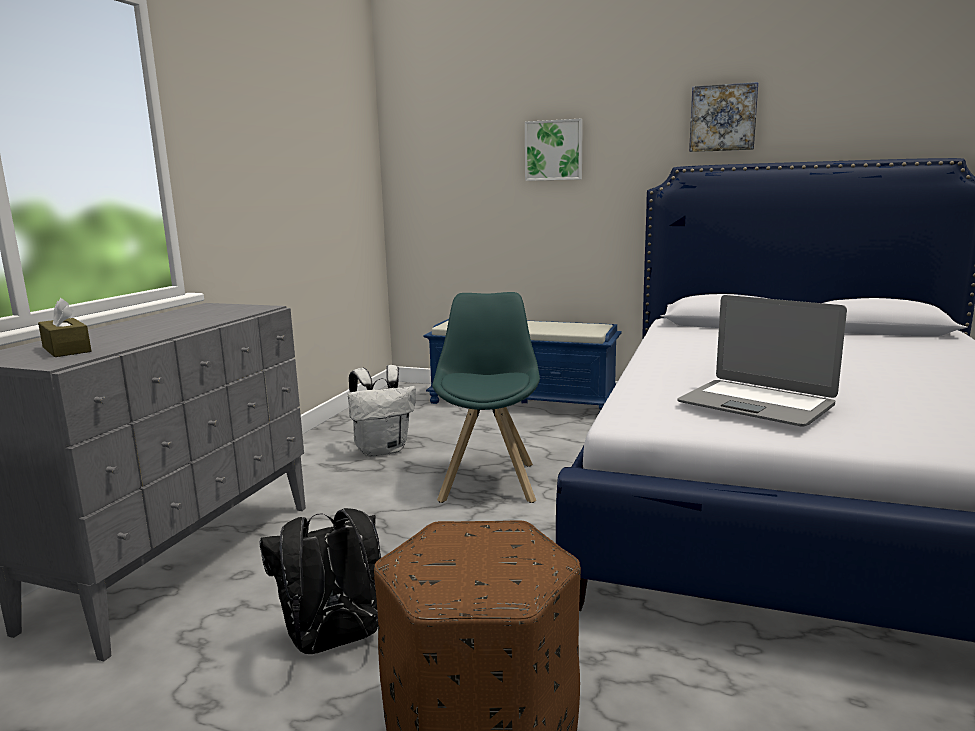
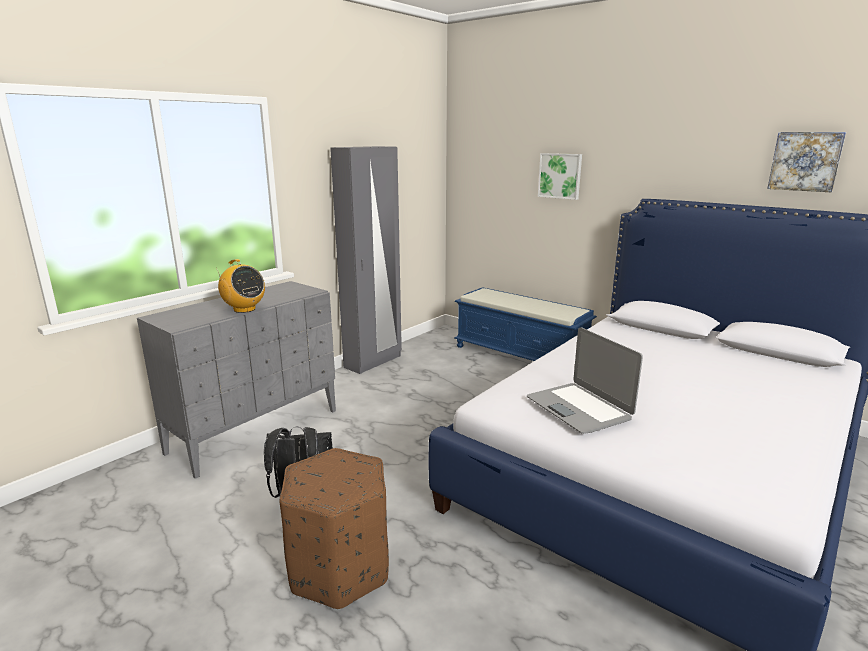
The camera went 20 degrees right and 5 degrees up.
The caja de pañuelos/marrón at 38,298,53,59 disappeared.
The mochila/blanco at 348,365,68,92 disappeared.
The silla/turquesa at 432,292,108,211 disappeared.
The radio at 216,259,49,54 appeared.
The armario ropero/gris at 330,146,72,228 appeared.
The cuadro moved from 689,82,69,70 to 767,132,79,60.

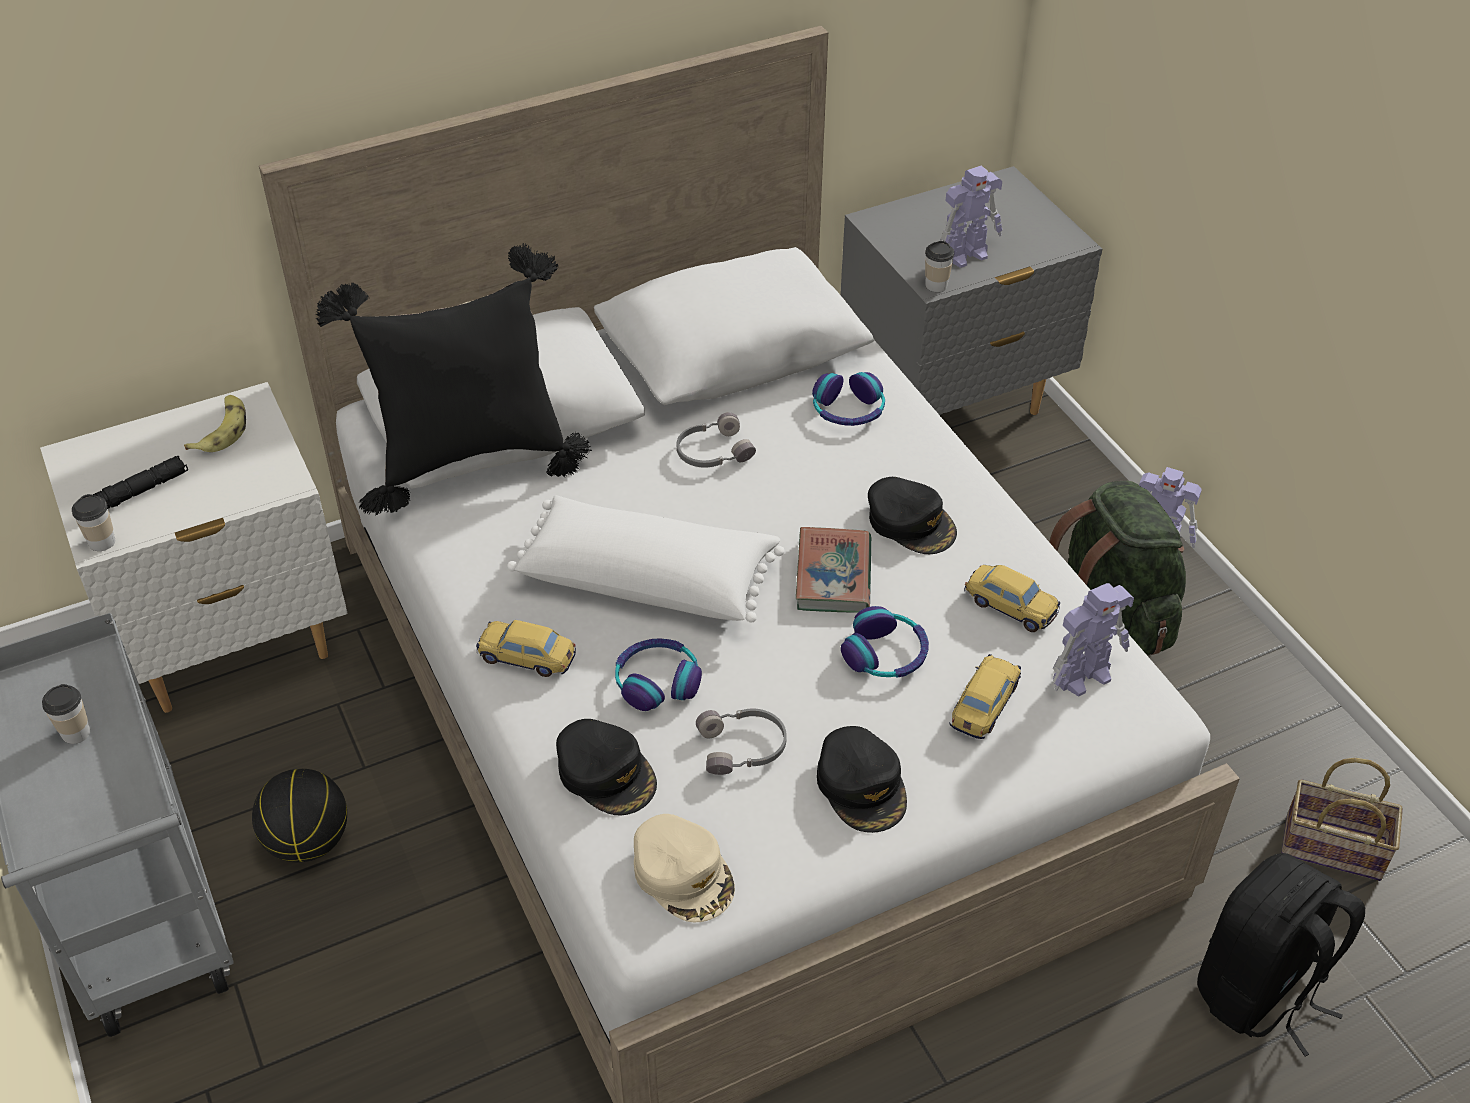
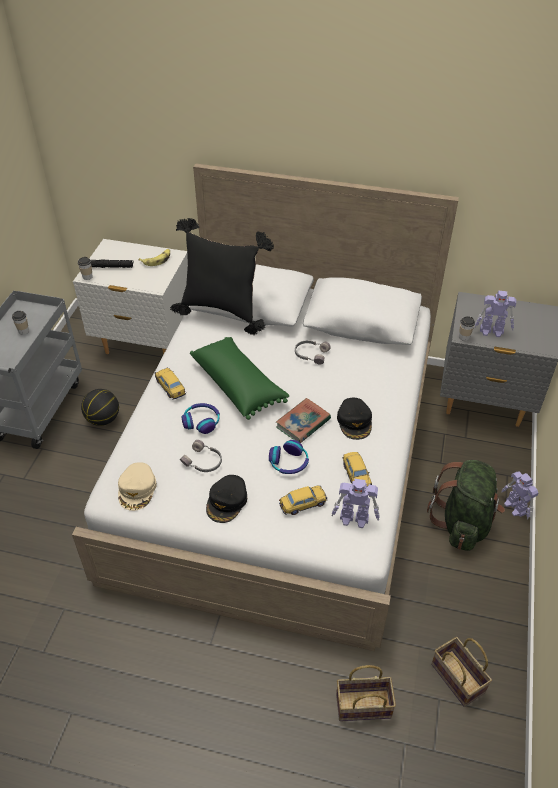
The camera went 40 degrees right and 0 degrees up.
The gorra/negro at 556,719,101,96 disappeared.
The auriculares at 812,372,73,54 disappeared.
The mochila/negro at 1197,853,168,204 was replaced by the cesta at 336,665,60,56.
The cojín/blanco at 507,495,278,128 became the cojín/verde at 190,337,99,83.

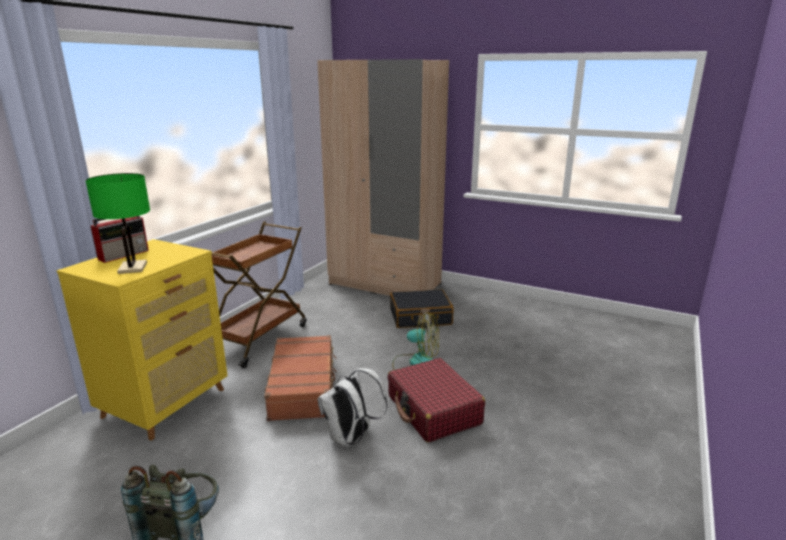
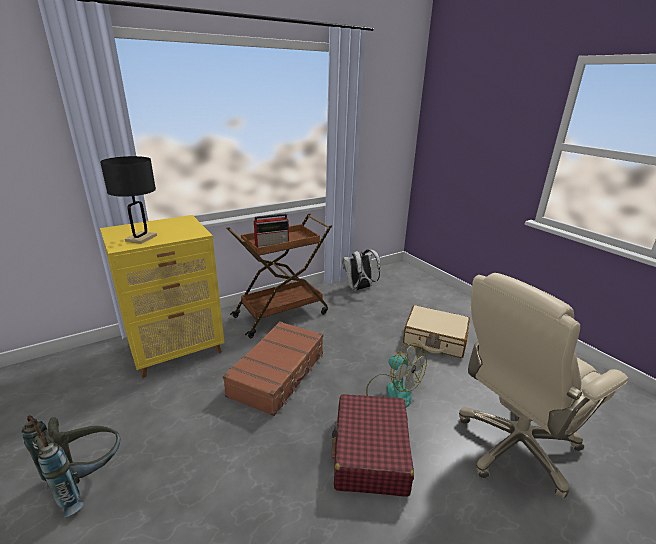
The camera went 30 degrees right and 5 degrees up.
The armario ropero/beis at 317,59,132,237 disappeared.
The silla de oficina/beis at 459,273,169,226 appeared.
The radio moved from 91,216,58,47 to 254,214,35,34.
The mochila/blanco moved from 317,368,71,79 to 342,249,38,42.
The lámpara de mesa/verde at 85,173,65,101 became the lámpara de mesa/negro at 100,156,57,88.
The maleta/negro at 390,289,64,39 became the maleta/beis at 403,305,67,53.

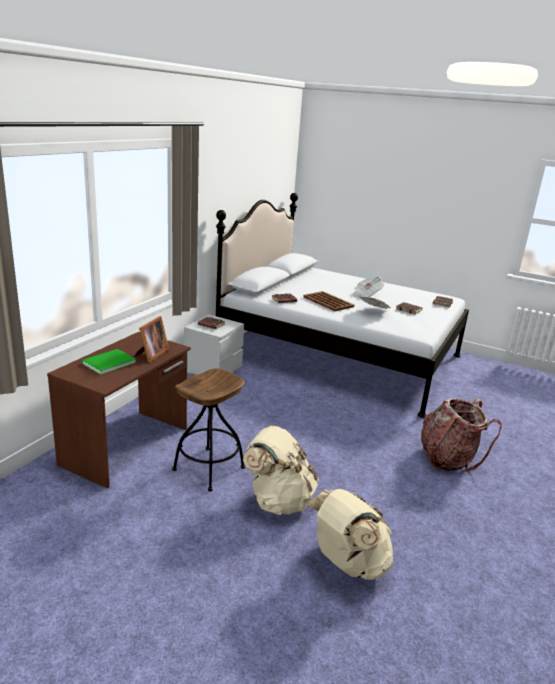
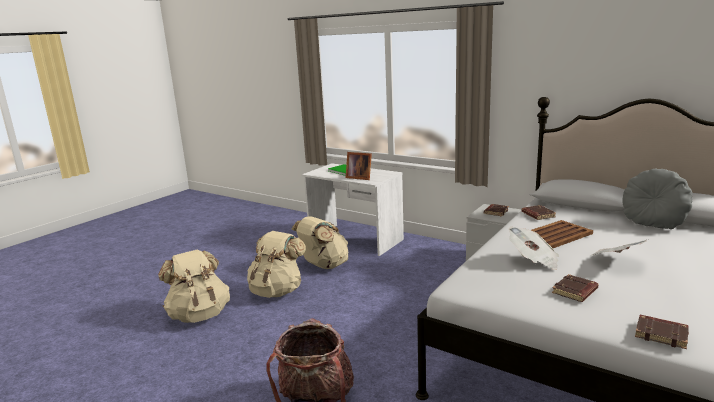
The camera went 100 degrees right and 5 degrees down.
The cojín/gris at 623,169,69,60 appeared.
The taburete/marrón at 172,368,73,124 was replaced by the mochila/beis at 291,216,57,53.
The escritorio/marrón at 47,332,144,156 became the escritorio/blanco at 302,163,102,93.

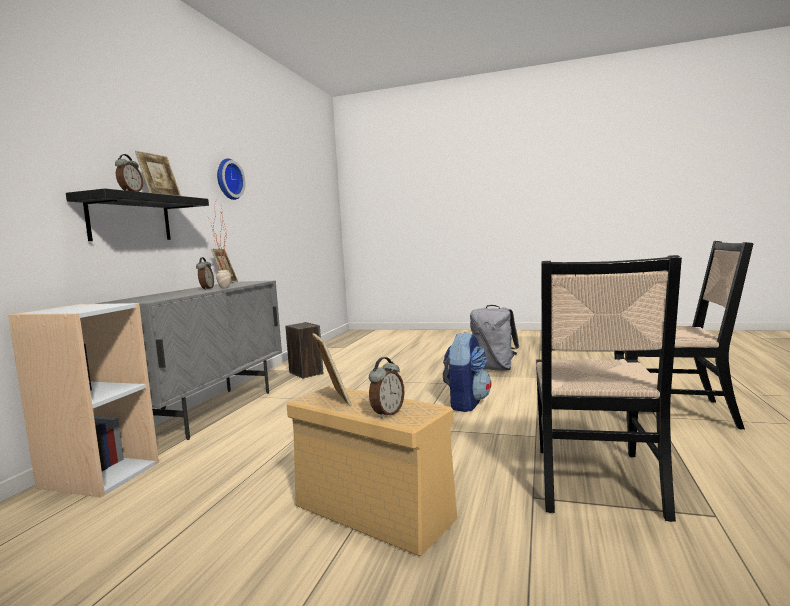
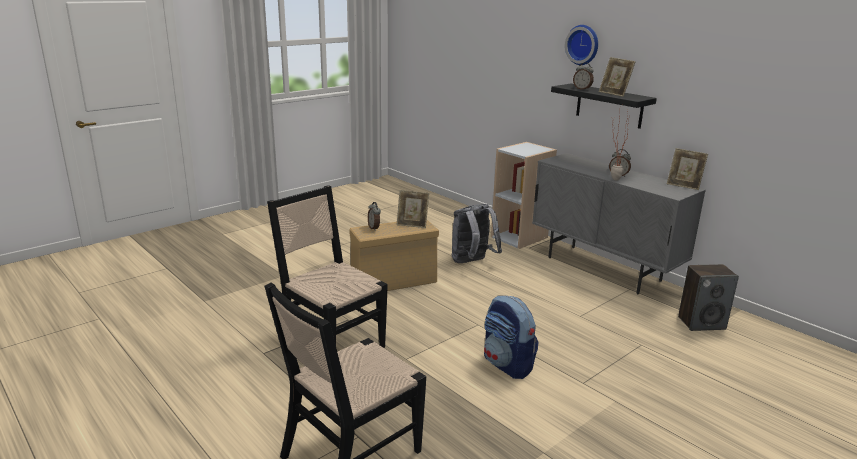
The camera went 120 degrees right and 15 degrees up.
The reloj de pared moved from 217,158,28,42 to 565,25,33,40.
The mochila/gris moved from 470,305,49,66 to 452,204,50,59.

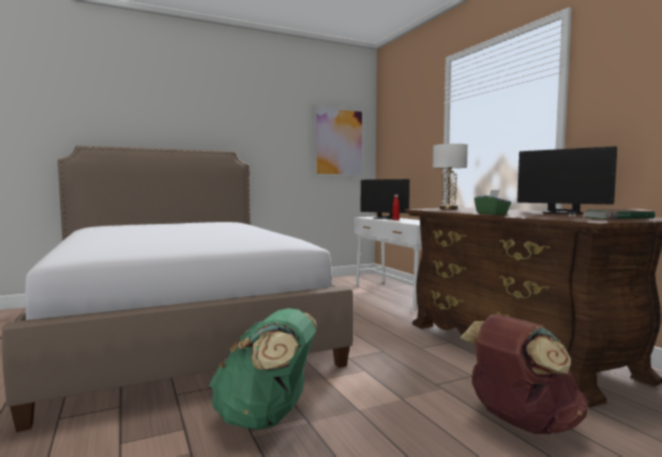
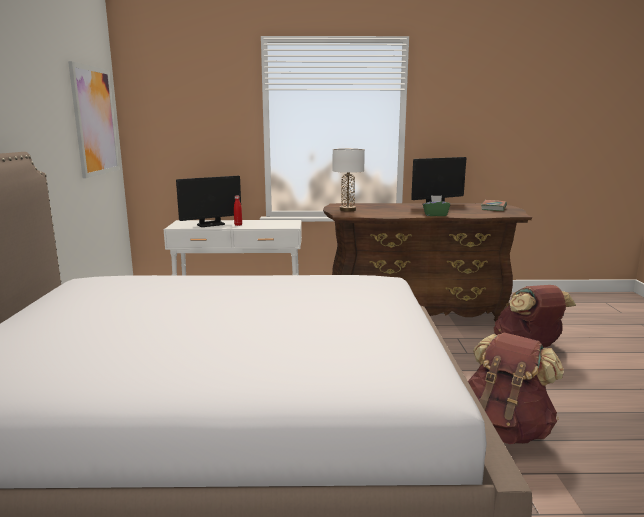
The camera went 65 degrees left and 10 degrees up.
The mochila/verde at 209,308,108,122 became the mochila/marrón at 468,333,96,111.

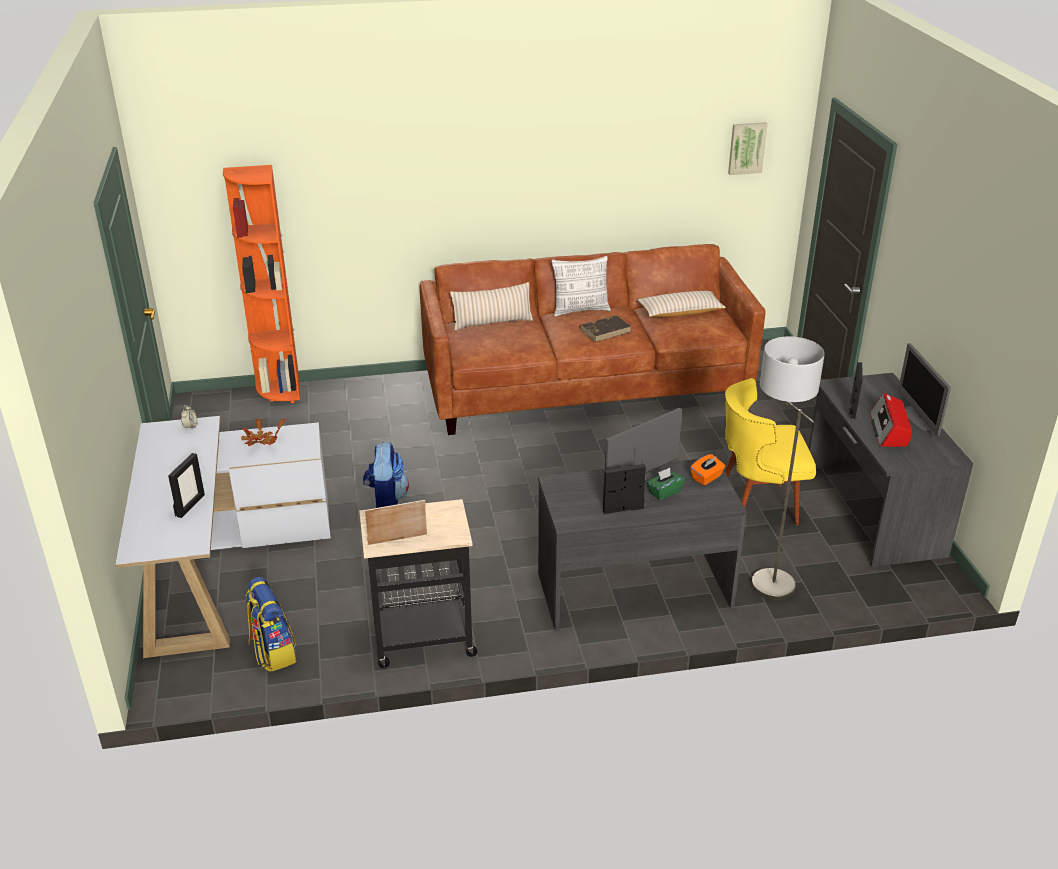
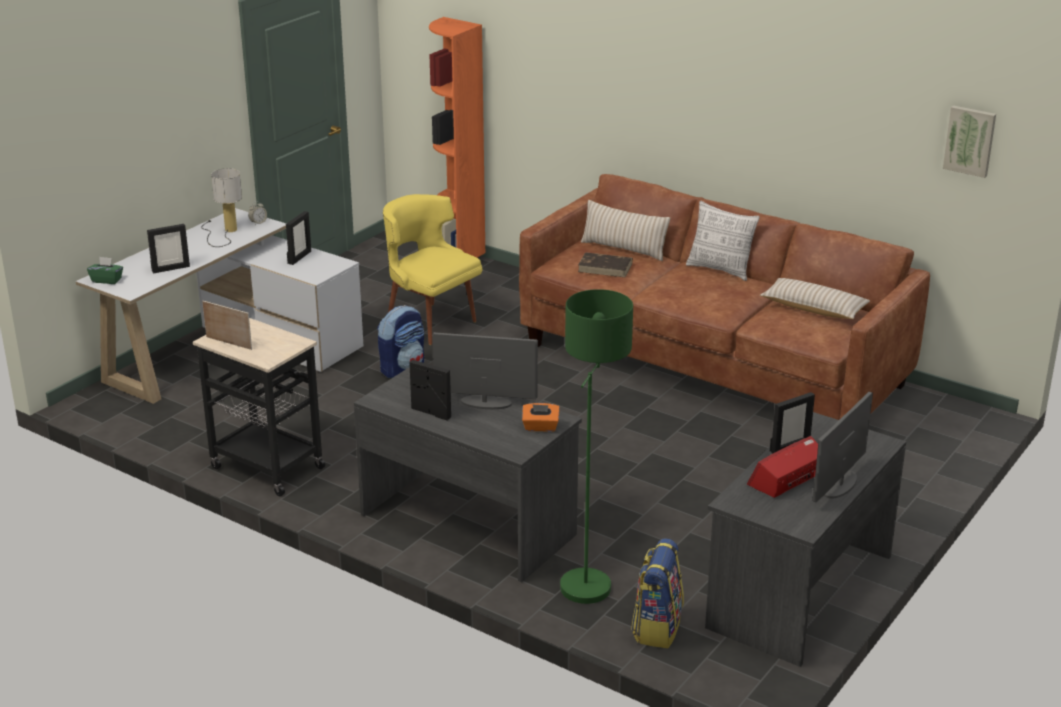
The camera went 45 degrees right and 5 degrees down.
The lámpara de mesa at 201,168,41,79 appeared.
The mochila moved from 246,577,50,95 to 631,538,53,110.
The libro/marrón moved from 580,315,51,27 to 578,252,55,25.
The caja de pañuelos/verde moved from 647,468,38,32 to 87,257,36,27.
The silla/amarillo moved from 725,378,91,148 to 383,194,99,151.
The planta en maceta at 241,418,45,28 was replaced by the portarretratos at 286,211,25,54.
The lámpara de pie/gris at 751,336,74,265 became the lámpara de pie/verde at 560,289,73,315.

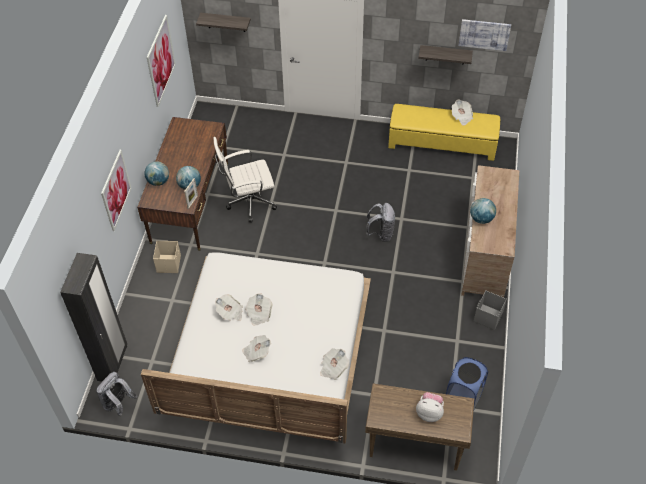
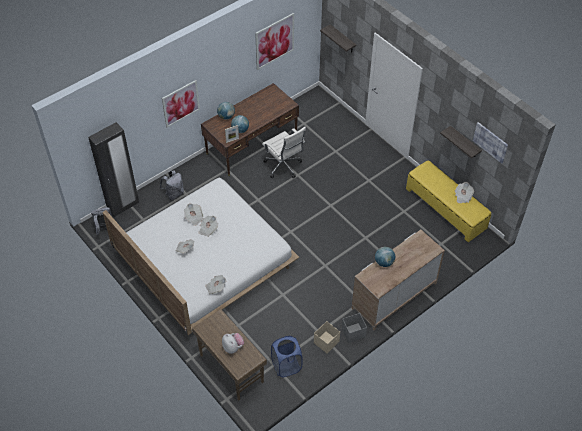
The camera went 40 degrees right and 0 degrees up.
The caja de almacenaje/beis moved from 153,241,28,32 to 314,321,26,32.
The mochila/gris moved from 366,203,29,39 to 160,170,24,30.
The silla de oficina/blanco at 214,137,63,85 turned 150 degrees counterclockwise.

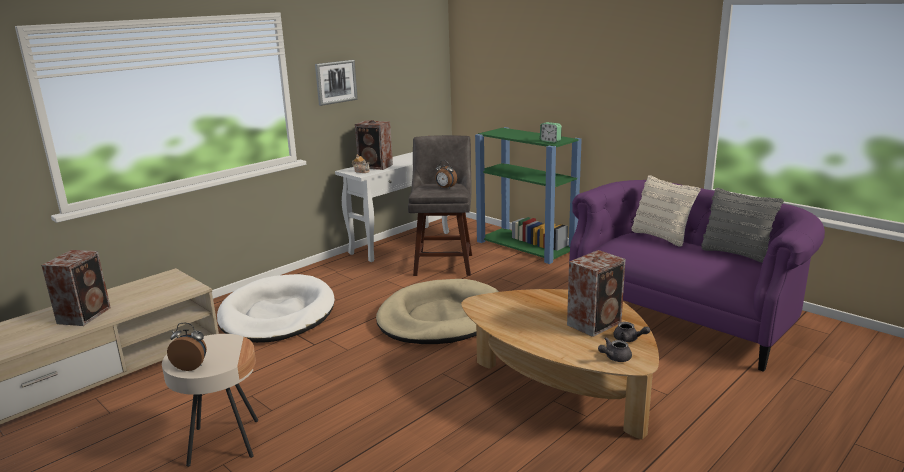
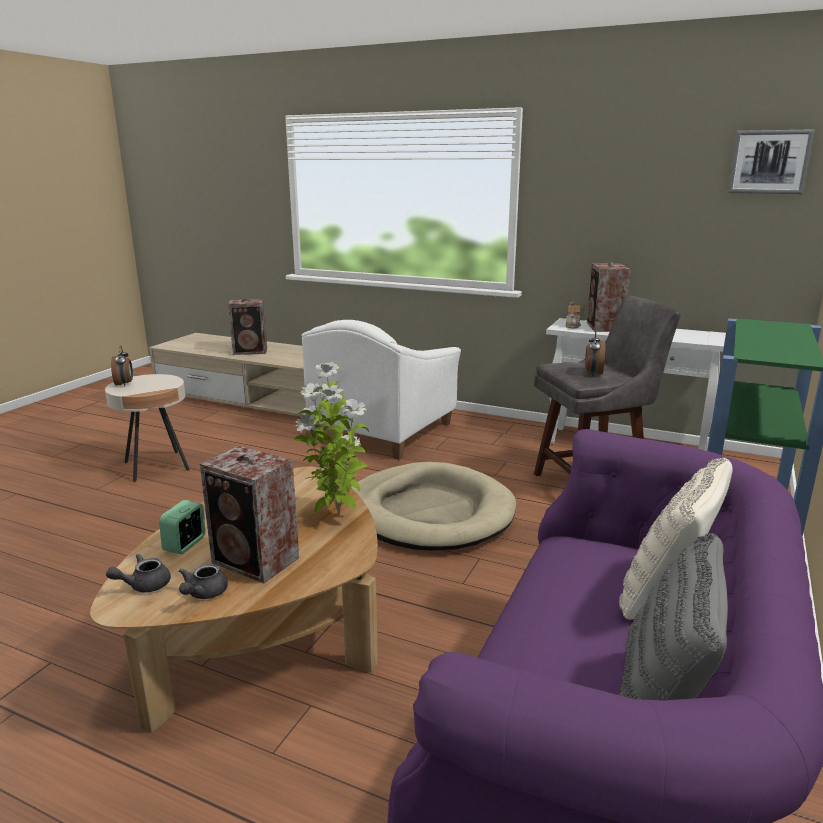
The camera went 70 degrees right and 0 degrees up.
The planta en maceta at 293,362,76,153 appeared.
The cuadro moved from 315,60,43,46 to 728,129,87,65.
The despertador moved from 540,122,22,21 to 159,500,47,54.
The cama para perro/blanco at 217,274,118,69 was replaced by the sillón/blanco at 302,320,159,139.
The tetera/gris at 598,337,34,25 turned 75 degrees counterclockwise.

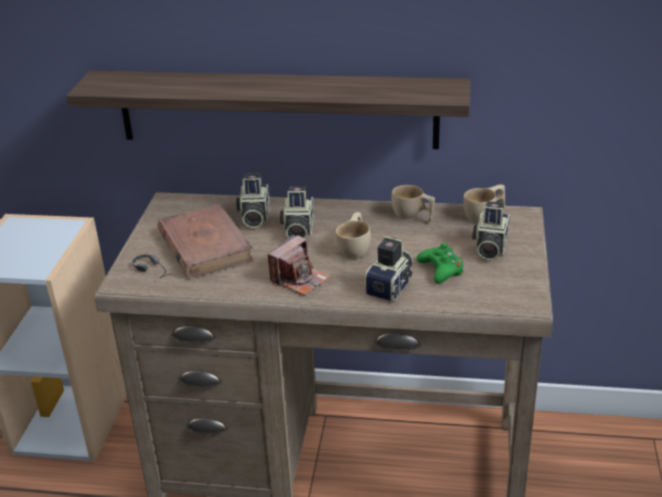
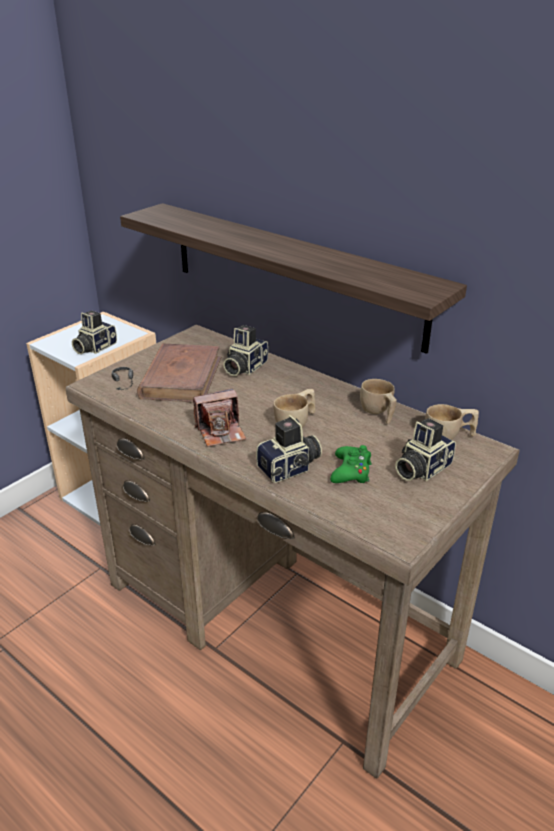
The camera went 30 degrees right and 0 degrees up.
The cámara moved from 280,186,34,52 to 72,311,45,43.

